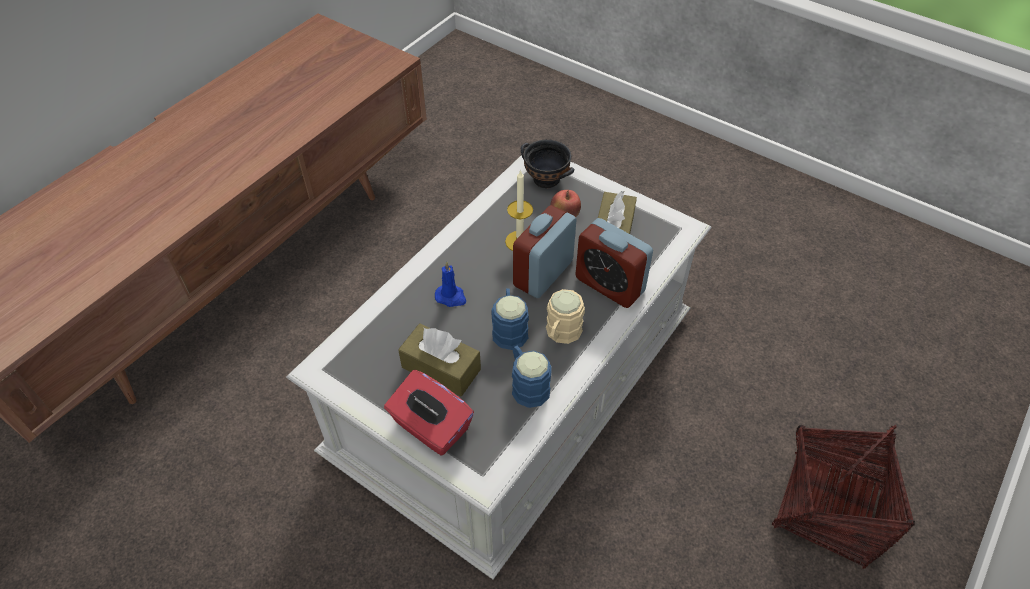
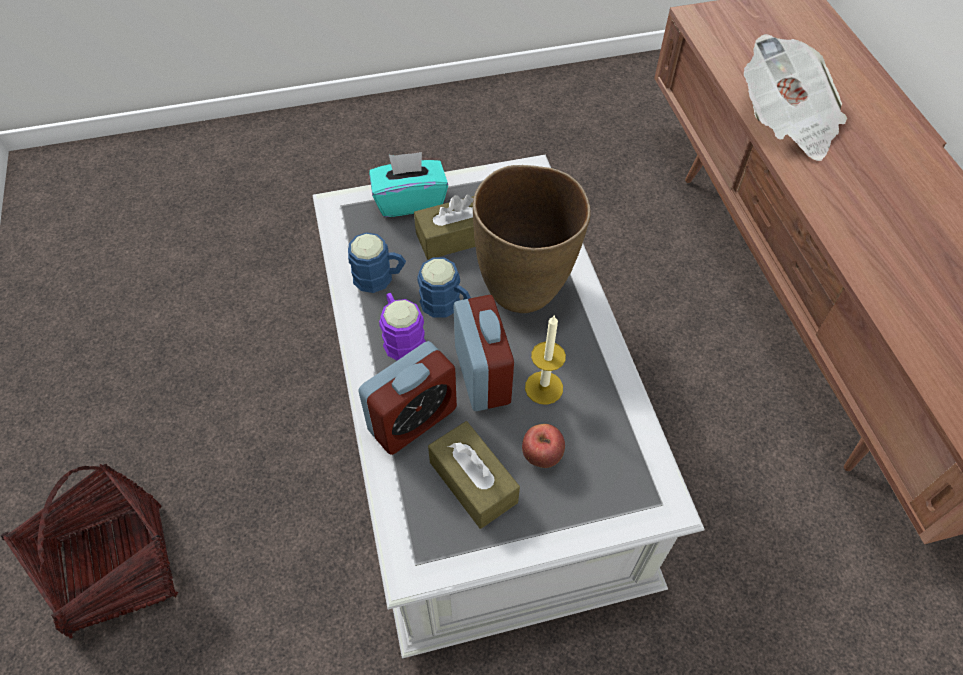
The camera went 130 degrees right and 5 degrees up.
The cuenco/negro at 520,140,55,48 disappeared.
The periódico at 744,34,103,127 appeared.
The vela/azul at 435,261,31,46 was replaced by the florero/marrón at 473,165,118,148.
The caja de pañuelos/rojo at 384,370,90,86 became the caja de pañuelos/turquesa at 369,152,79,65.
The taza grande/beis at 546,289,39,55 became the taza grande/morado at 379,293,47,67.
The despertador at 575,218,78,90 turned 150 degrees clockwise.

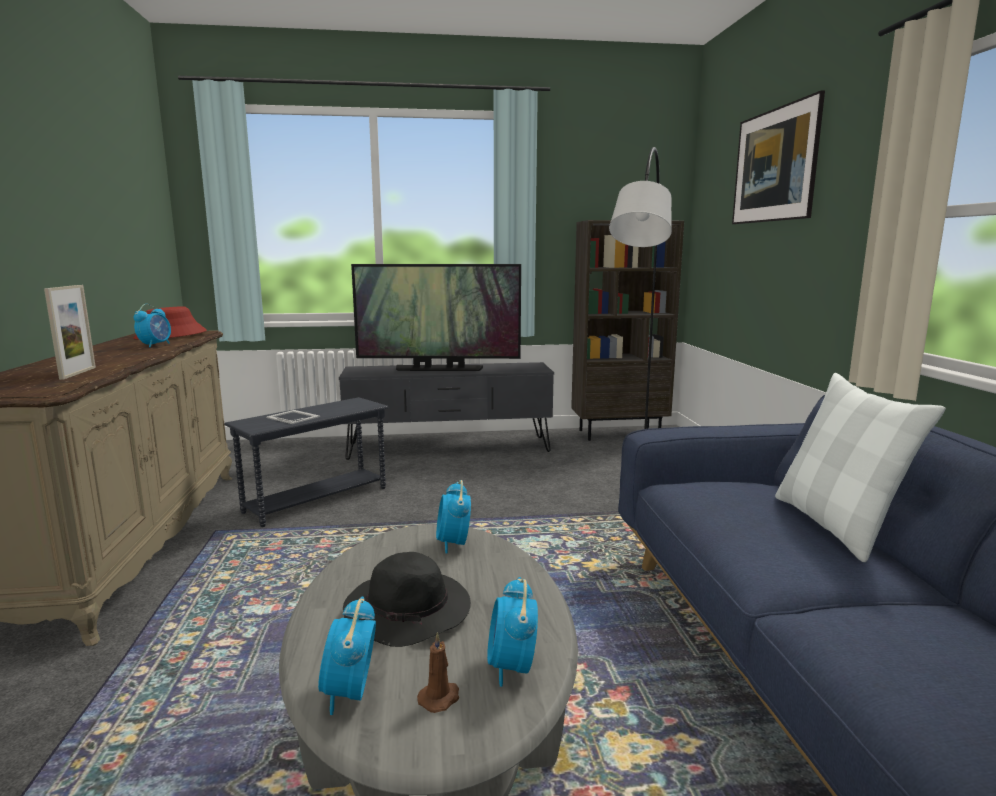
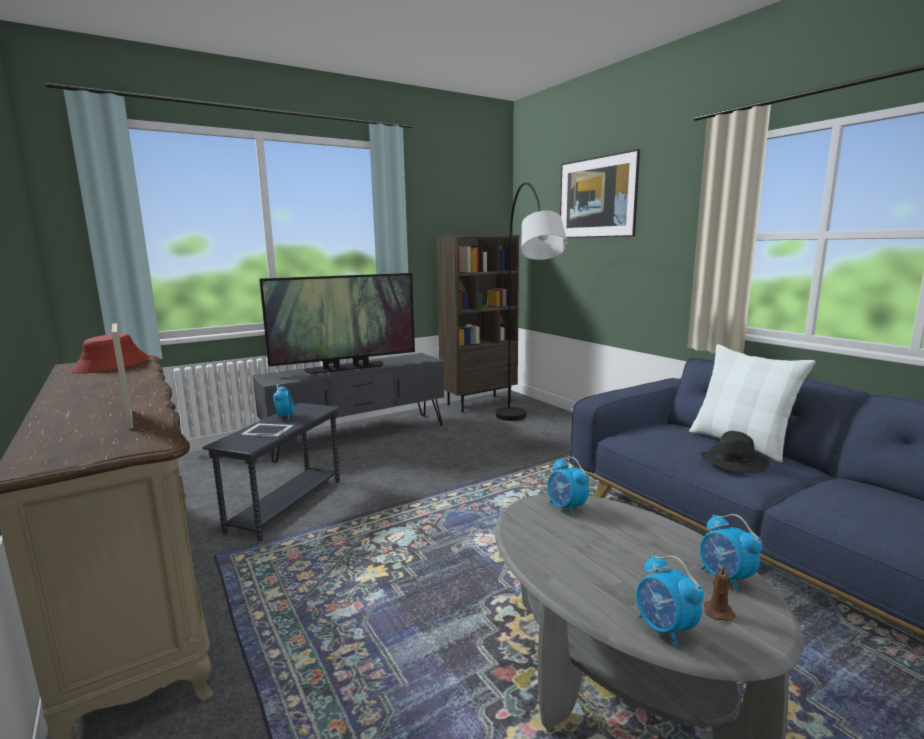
The camera went 25 degrees left and 0 degrees up.
The despertador moved from 134,304,37,43 to 273,384,21,36.
The sombrero/negro moved from 343,552,128,95 to 700,431,69,43.

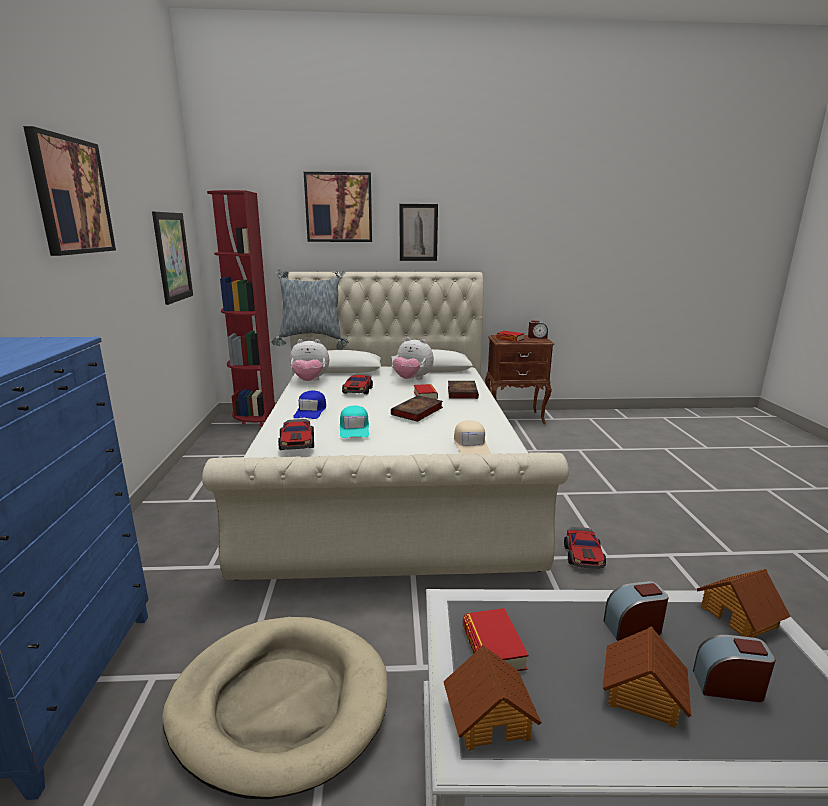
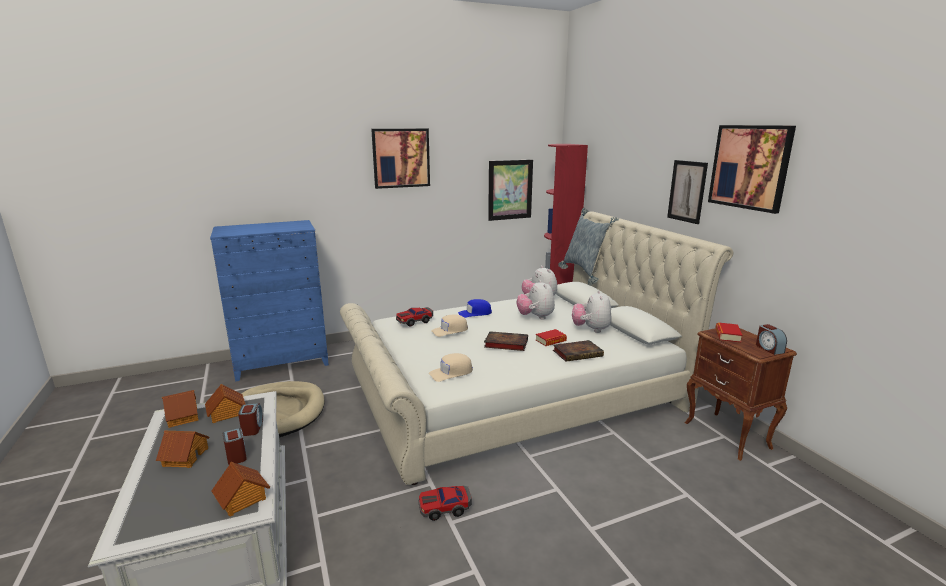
The camera went 70 degrees right and 0 degrees up.
The cuadro moved from 304,172,68,70 to 708,125,88,89.
The despertador moved from 693,635,83,67 to 238,403,25,33.
The coche de juguete at 342,374,31,20 was replaced by the peluche at 517,280,38,40.
The libro at 463,608,66,63 was replaced by the casita at 205,384,41,39.
The gorra/turquesa at 340,406,29,32 became the gorra/beis at 431,314,37,23.

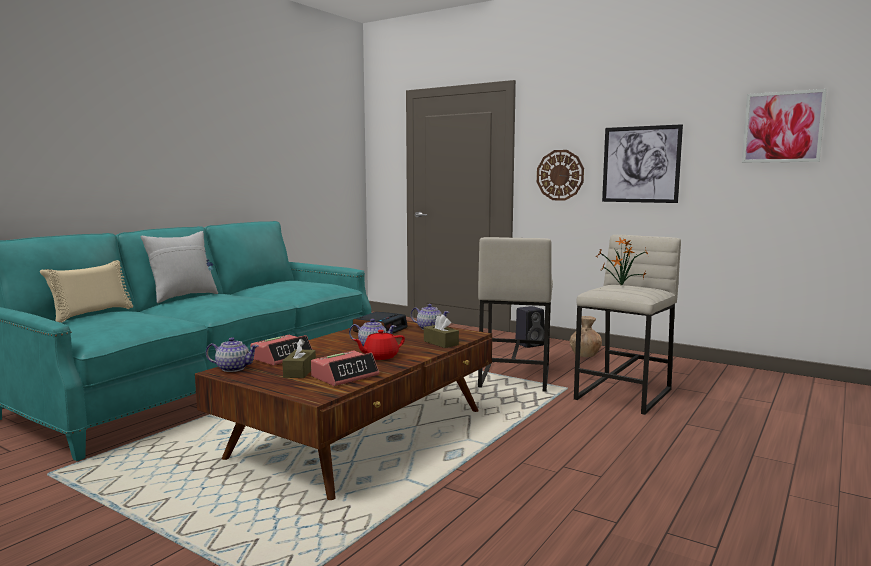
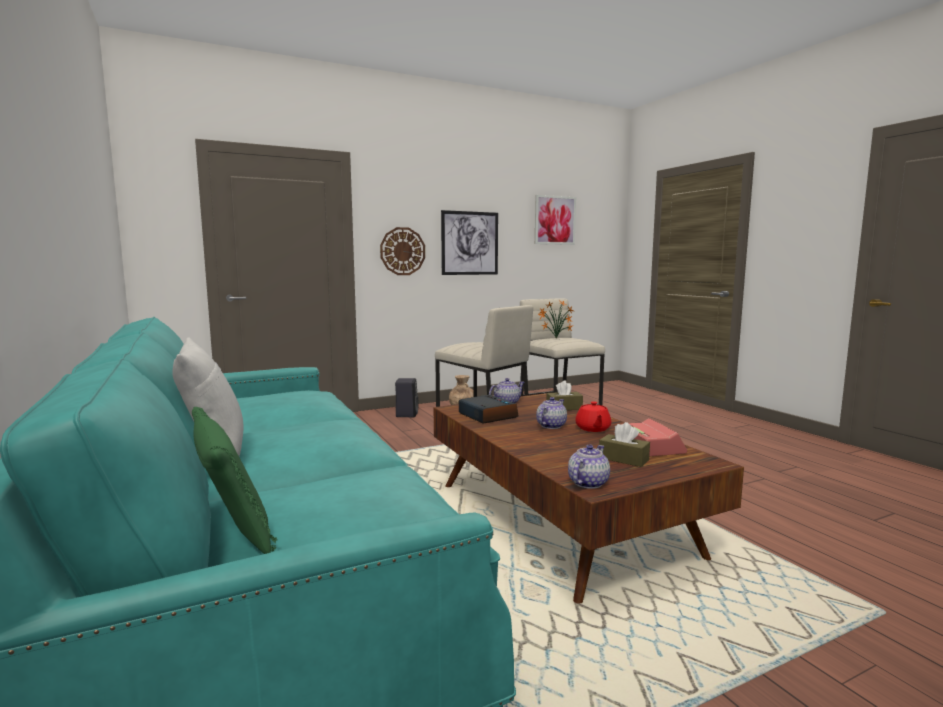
The camera went 60 degrees left and 0 degrees up.
The despertador at 250,335,62,30 disappeared.
The cojín/beis at 40,260,93,63 became the cojín/verde at 192,407,85,147.

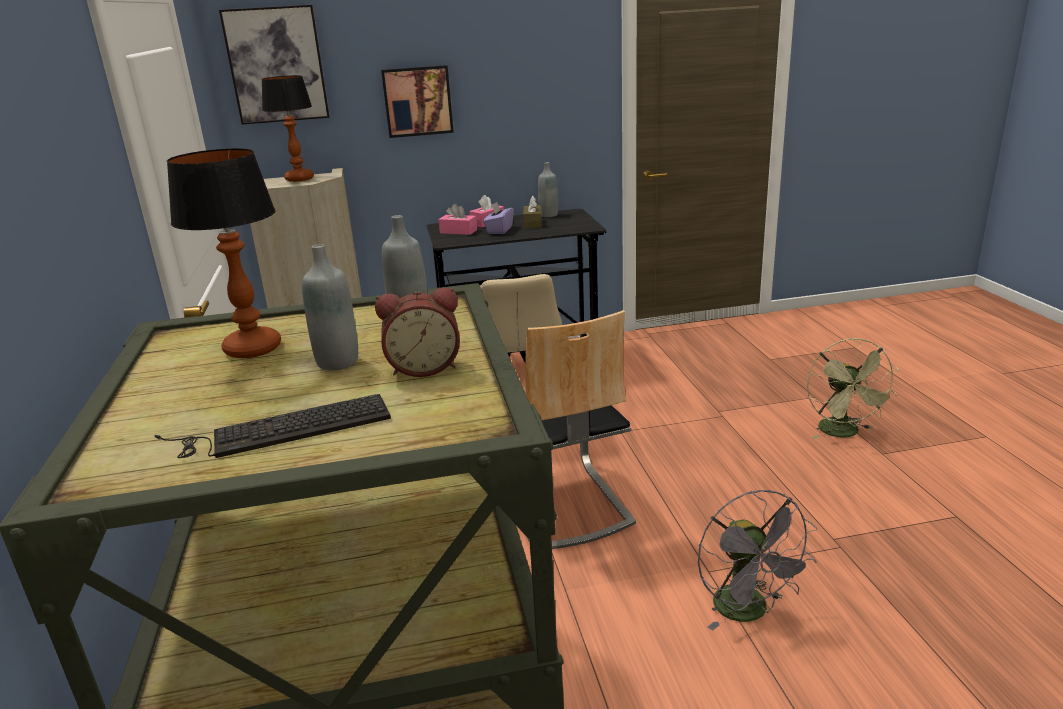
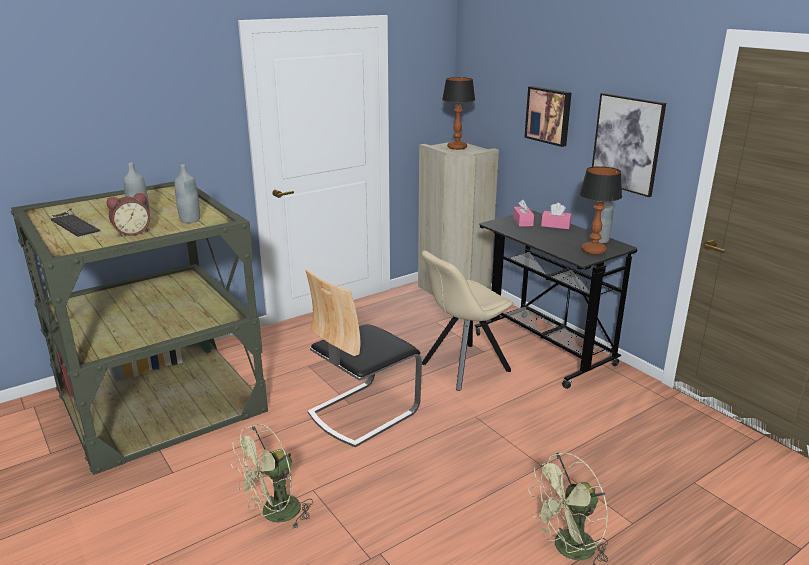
The camera went 65 degrees right and 0 degrees up.
The caja de pañuelos/morado at 483,202,31,32 disappeared.
The caja de pañuelos/marrón at 523,196,19,33 disappeared.
The lámpara de mesa moved from 166,148,115,210 to 580,166,42,89.
The cuadro moved from 219,5,111,120 to 592,93,74,104.
The ventilador/gris at 698,490,119,141 became the ventilador/verde at 231,424,82,106.
The despertador at 375,288,85,89 turned 90 degrees counterclockwise.

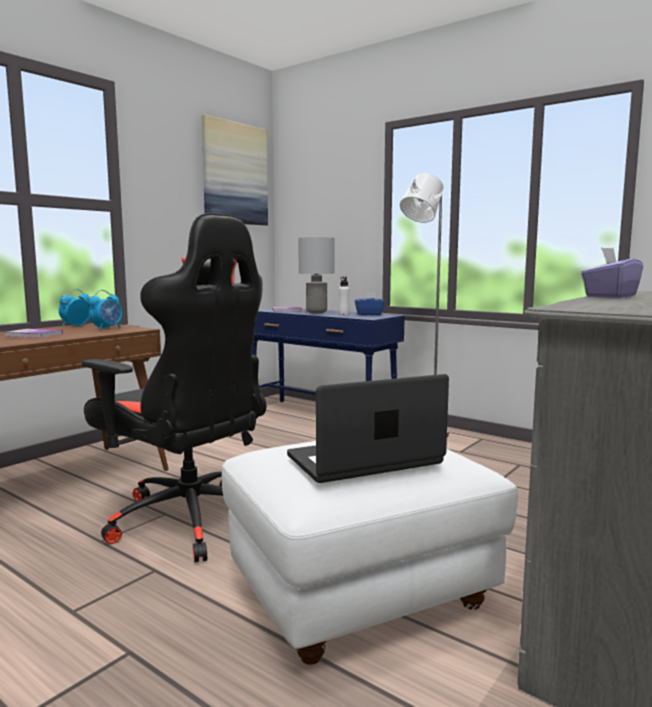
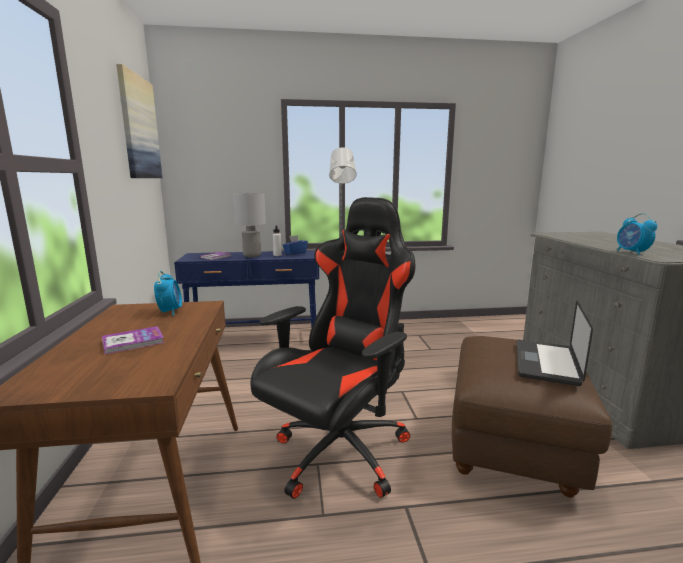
The camera went 45 degrees left and 5 degrees up.
The caja de pañuelos/morado at 581,248,62,50 disappeared.
The despertador moved from 59,289,31,38 to 617,213,40,42.
The puf/blanco at 222,441,296,224 became the puf/marrón at 452,336,160,162.
The silla de oficina/negro at 81,213,185,349 turned 45 degrees counterclockwise.

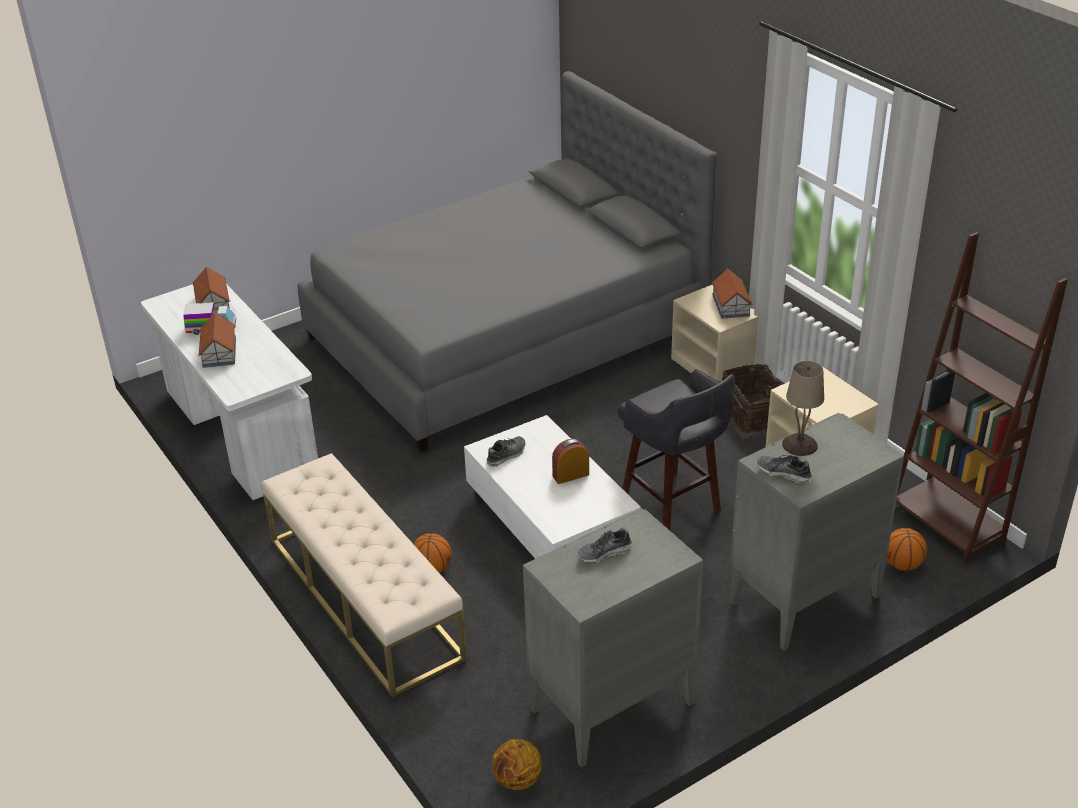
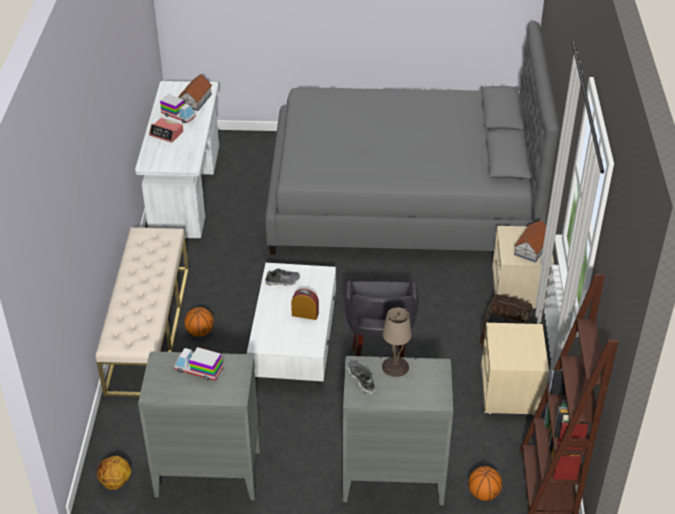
The camera went 35 degrees right and 5 degrees up.
The casita at 198,313,38,55 was replaced by the despertador at 149,118,34,25.
The zapato at 577,528,55,36 was replaced by the camión de juguete at 174,347,49,34.

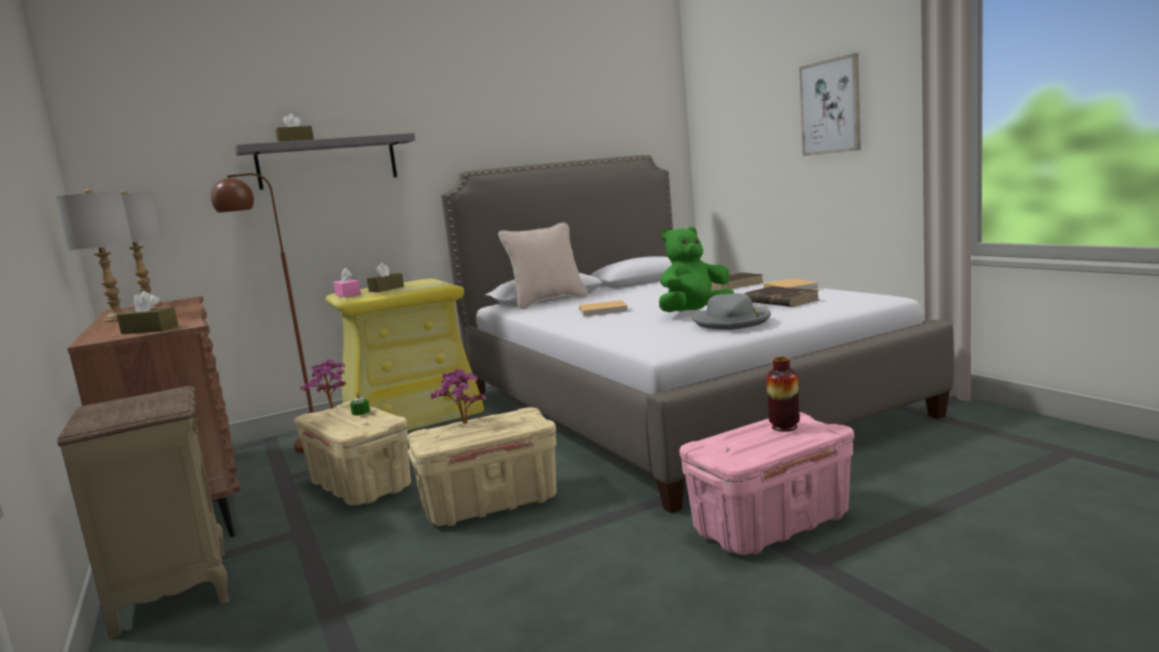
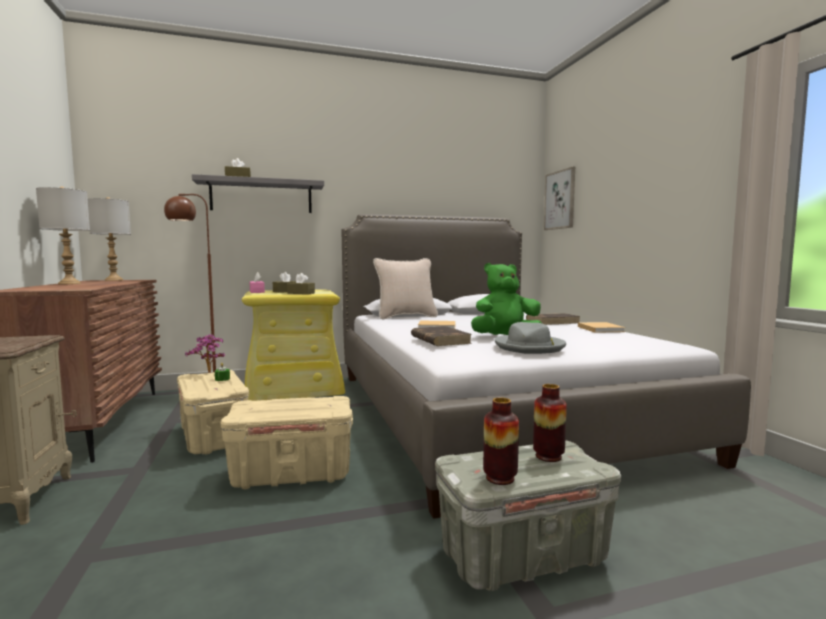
The camera went 10 degrees right and 5 degrees down.
The planta en maceta at 431,369,55,55 disappeared.
The florero at 483,398,36,87 appeared.
The caja de pañuelos/marrón moved from 117,291,61,43 to 287,273,28,21.
The libro/marrón moved from 744,286,75,21 to 411,326,61,20.
The cuadro moved from 799,53,62,103 to 544,167,31,63.
The caja de almacenaje/rosa at 679,412,175,143 became the caja de almacenaje/gris at 435,440,186,151.

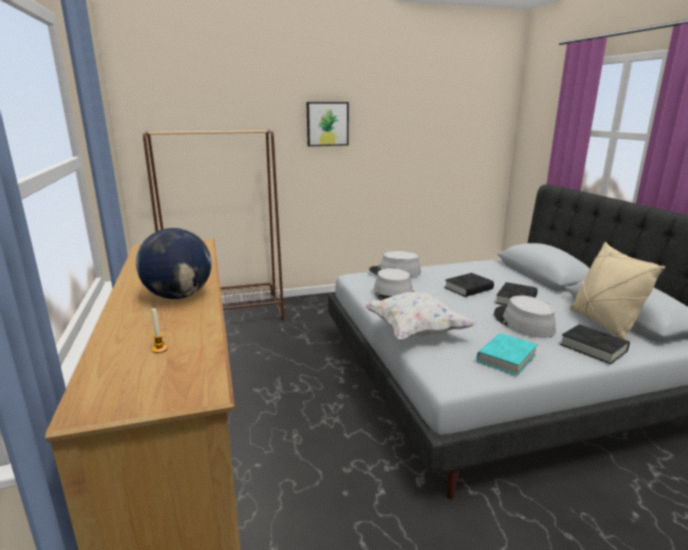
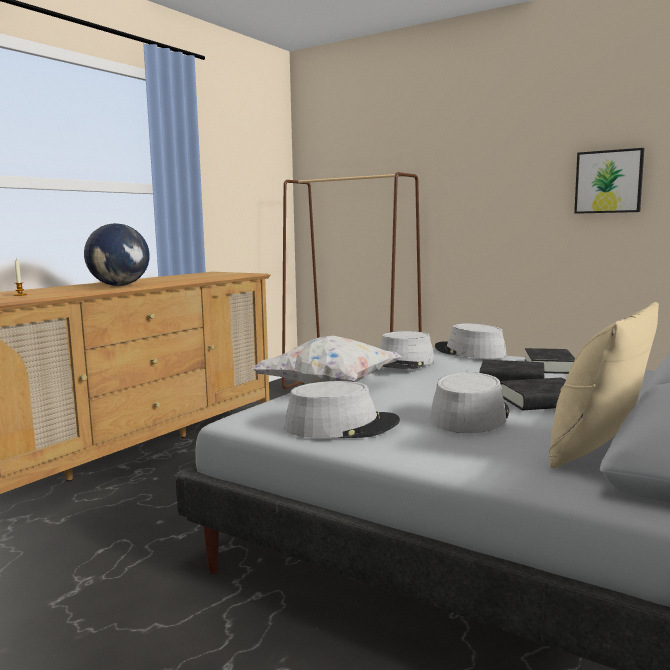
The camera went 50 degrees right and 10 degrees down.
The cuadro moved from 306,102,43,44 to 574,148,70,66.
The libro/negro moved from 560,324,70,40 to 525,348,51,26.
The libro/turquesa at 477,333,61,43 was replaced by the sombrero/gris at 284,381,116,57.

